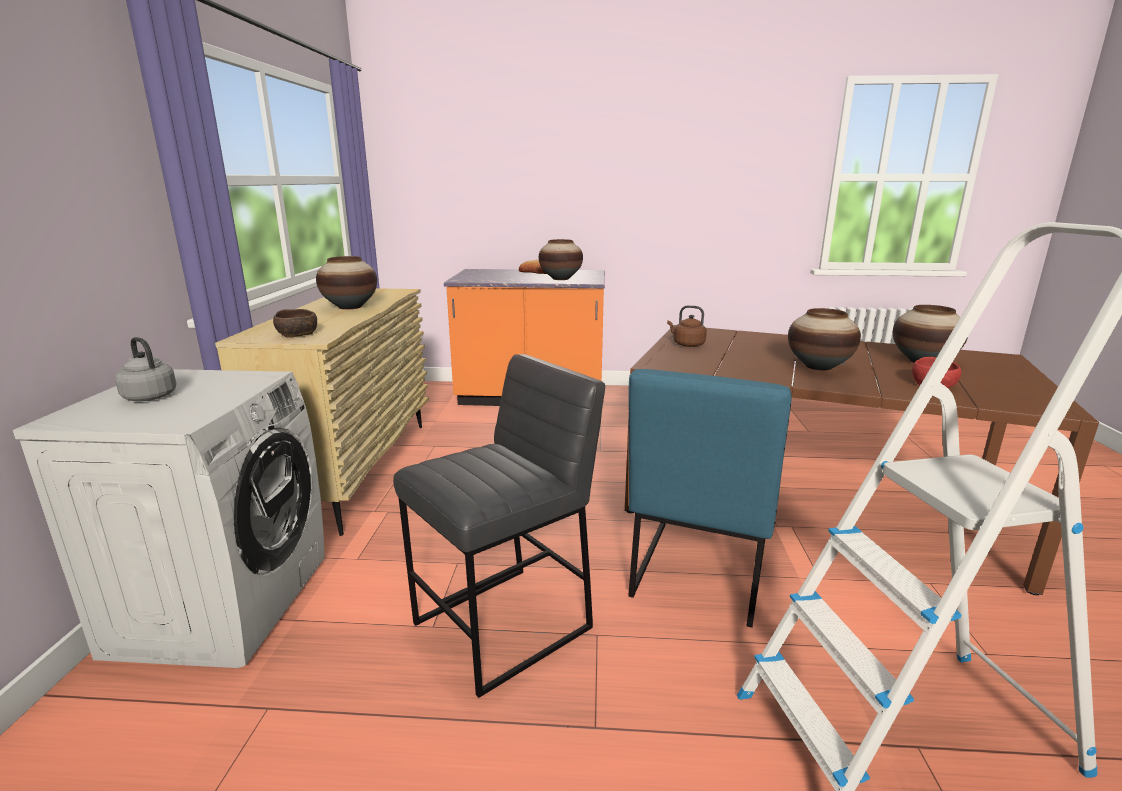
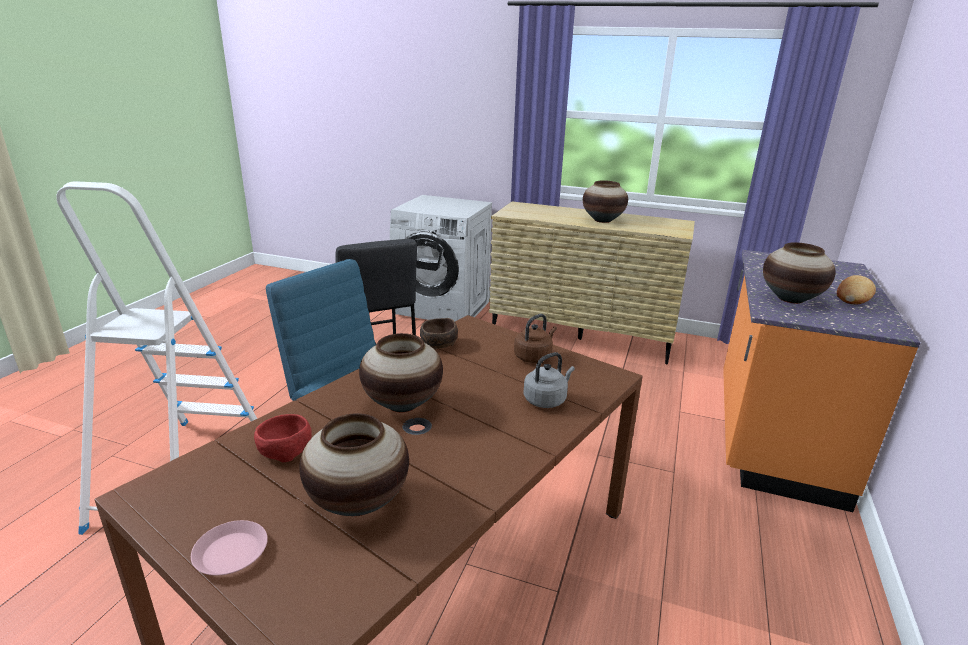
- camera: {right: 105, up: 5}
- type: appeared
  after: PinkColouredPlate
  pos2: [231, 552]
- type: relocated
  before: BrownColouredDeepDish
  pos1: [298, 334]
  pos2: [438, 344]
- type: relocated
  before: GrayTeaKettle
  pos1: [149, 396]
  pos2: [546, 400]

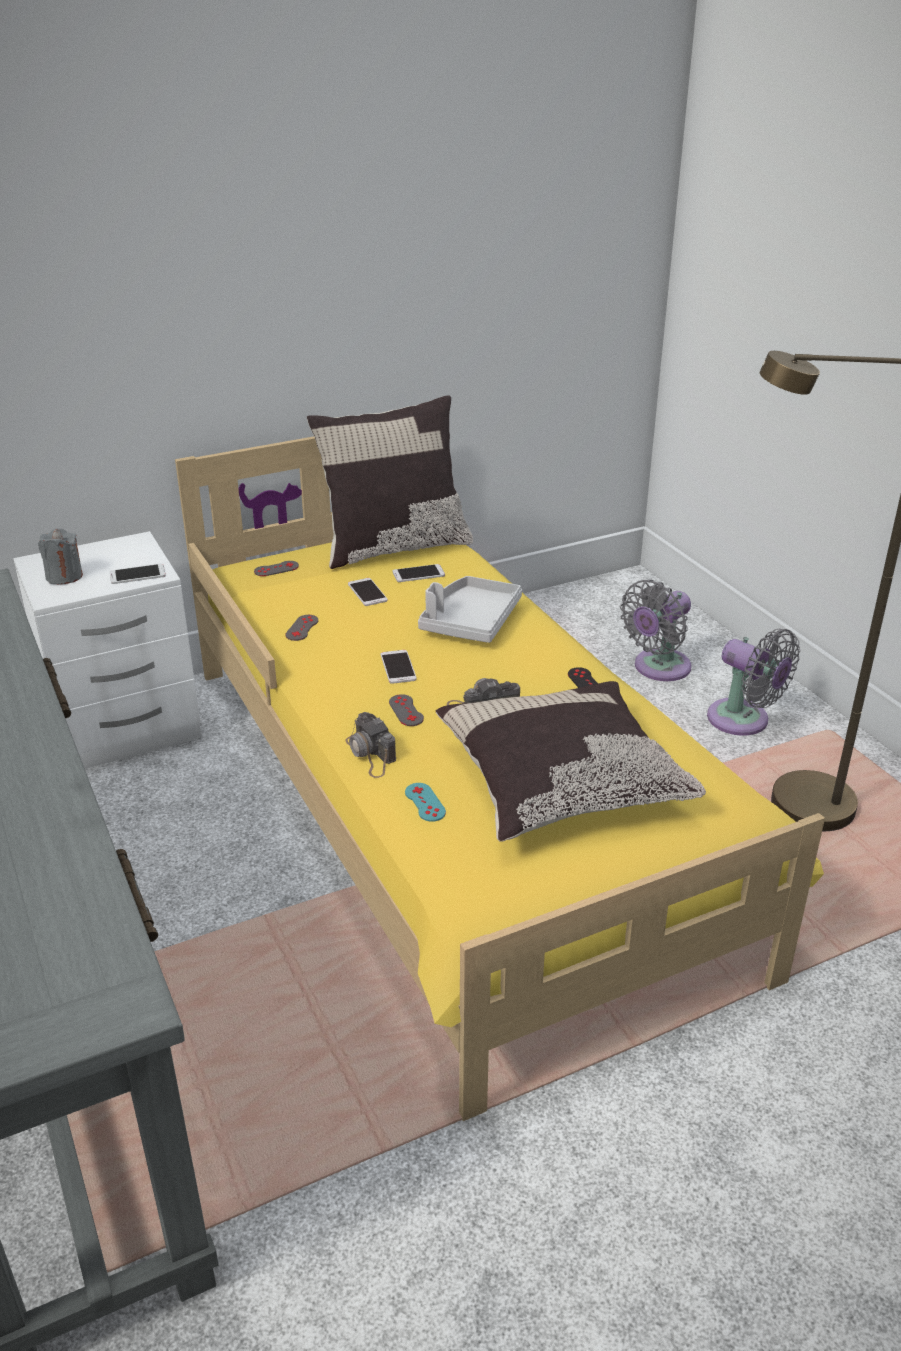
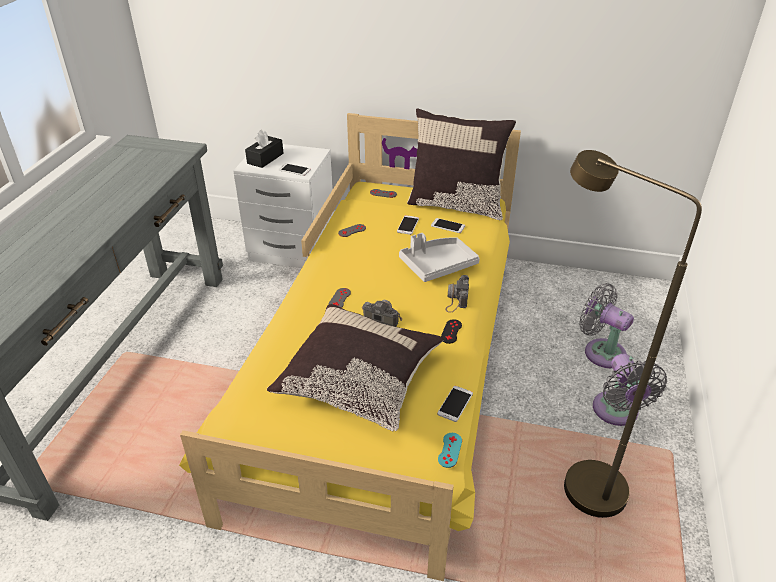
- camera: {right: 40, up: 5}
- type: exchanged
  before: GrayCandle
  after: BlackColouredTissueHolder
  pos1: [64, 576]
  pos2: [265, 158]
- type: relocated
  before: Handset
  pos1: [398, 667]
  pos2: [455, 404]
- type: relocated
  before: TurquoiseColouredGameController
  pos1: [425, 802]
  pos2: [450, 450]
- type: relocated
  before: PhotoCamera
  pos1: [370, 754]
  pos2: [456, 299]
- type: spun
  before: GrayElectricFan
  pos1: [658, 668]
  pos2: [601, 351]
  turn: 45

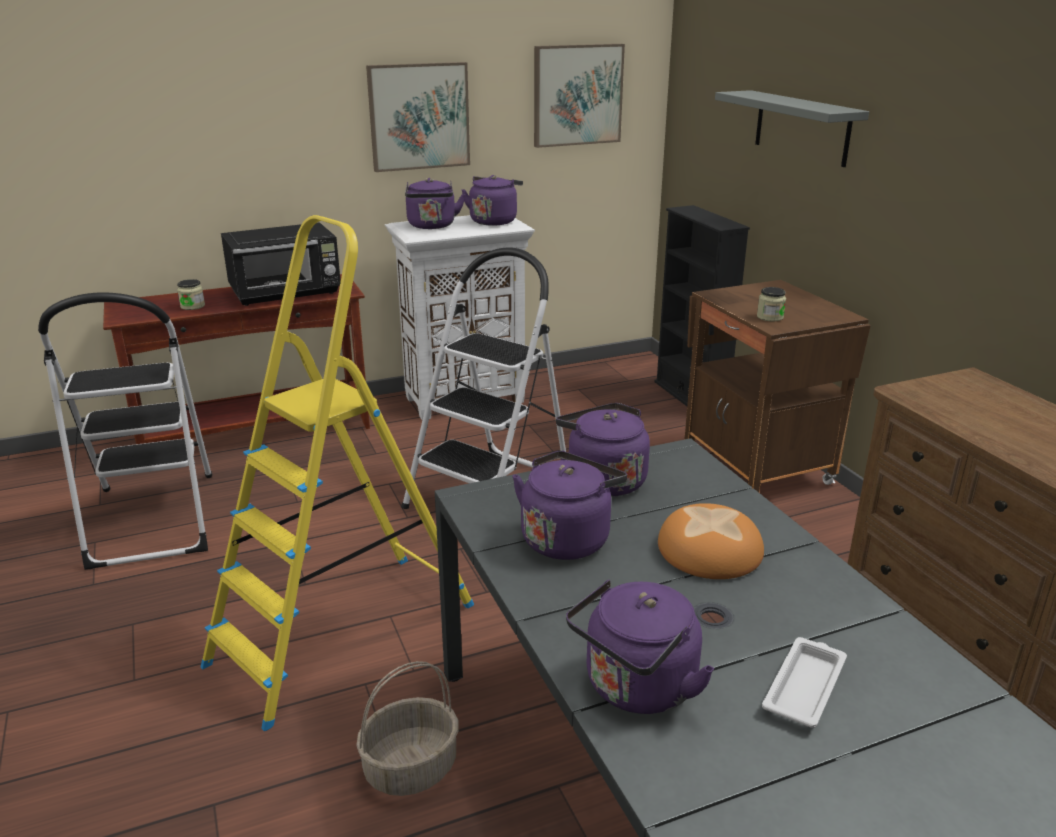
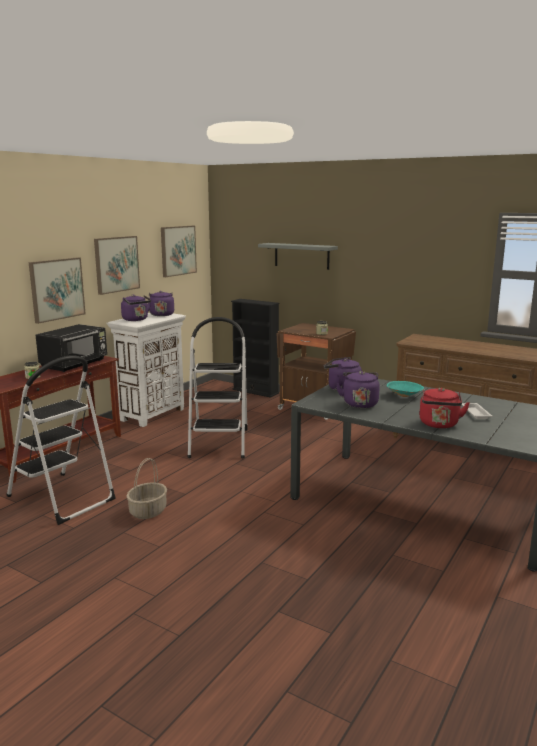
- camera: {right: -35, up: -10}
- type: appeared
  after: WallArt
  pos2: [57, 289]
- type: relocated
  before: HouseholdBasket
  pos1: [411, 767]
  pos2: [148, 511]
- type: exchanged
  before: Bread
  after: TurquoiseColouredDeepDish
  pos1: [710, 551]
  pos2: [405, 395]
- type: colour
  before: PurplishTeaKettle
  after: ReddishTeaKettle
  pos1: [636, 689]
  pos2: [439, 425]
- type: missing
  before: YellowishStepStool
  pos1: [342, 635]

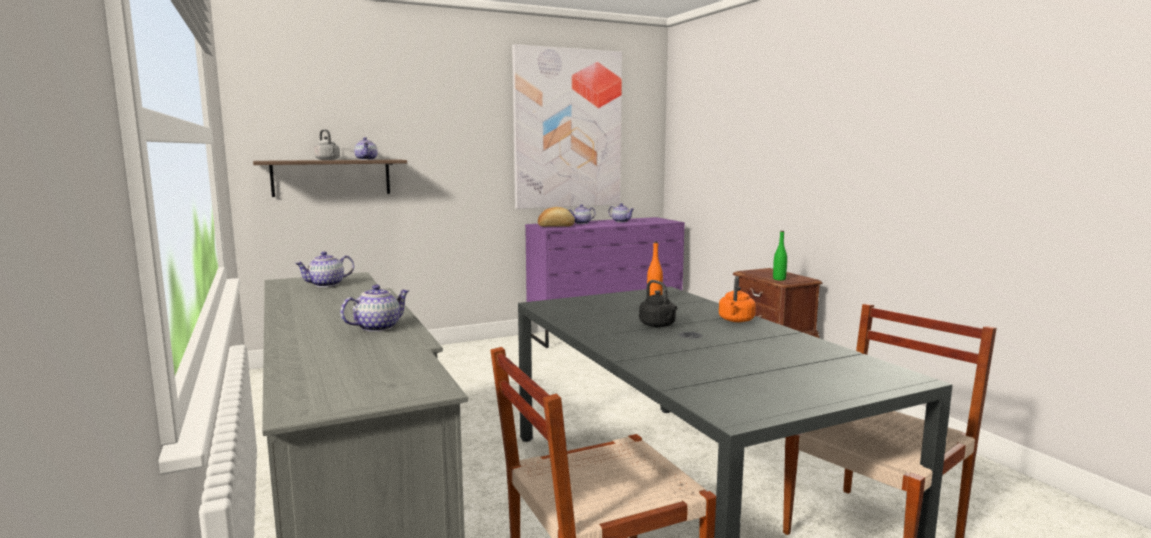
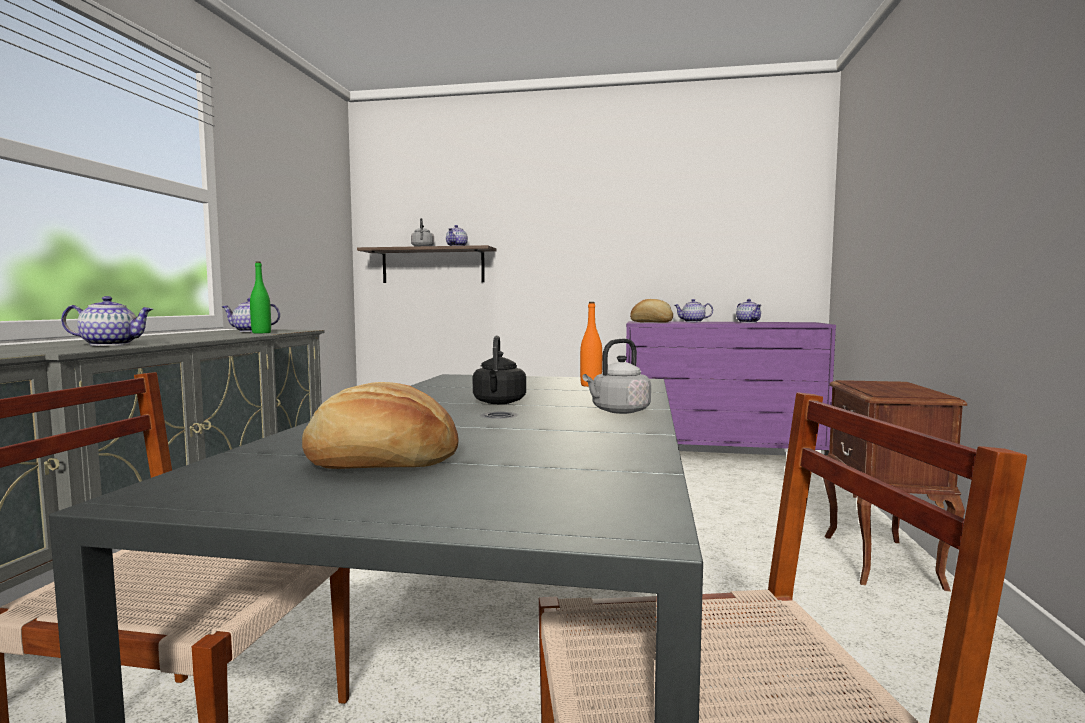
- camera: {right: 35, up: -5}
- type: relocated
  before: GreenishBottle
  pos1: [779, 279]
  pos2: [261, 333]
- type: appeared
  after: Bread
  pos2: [381, 463]
- type: colour
  before: OrangeyTeaKettle
  after: GrayTeaKettle
  pos1: [736, 320]
  pos2: [618, 411]
- type: missing
  before: WallArt
  pos1: [568, 129]

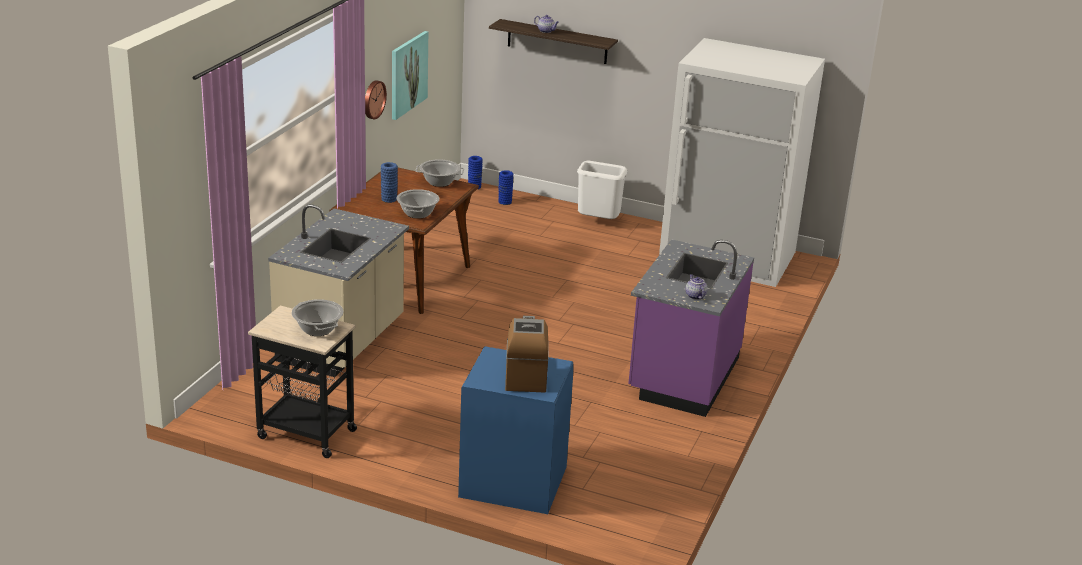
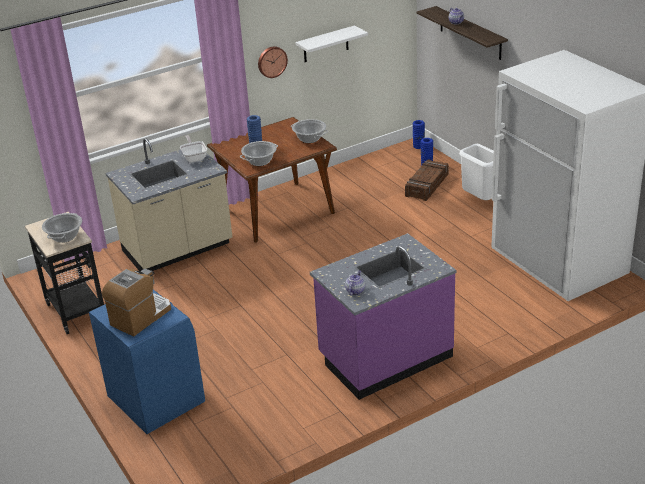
- camera: {right: 40, up: 5}
- type: appeared
  after: Pan
  pos2: [194, 157]
- type: exchanged
  before: WallArt
  after: WhitishBracketShelf
  pos1: [408, 74]
  pos2: [325, 44]
- type: appeared
  after: Crate
  pos2: [427, 185]

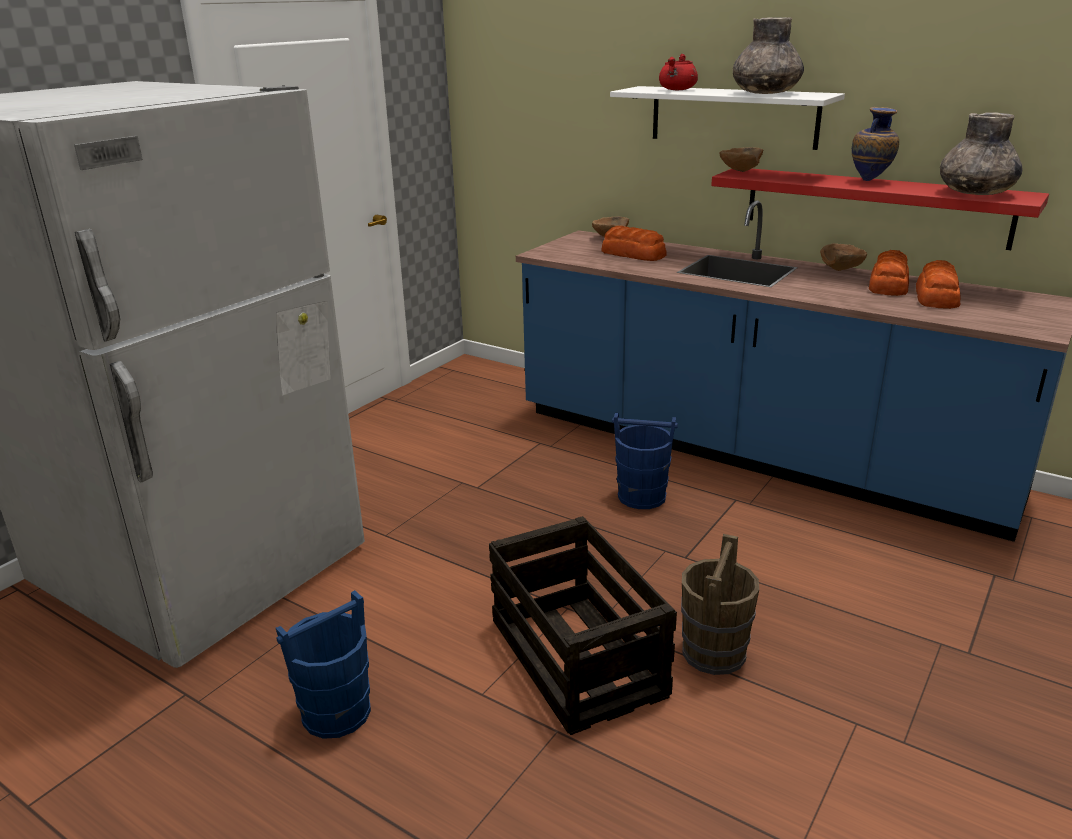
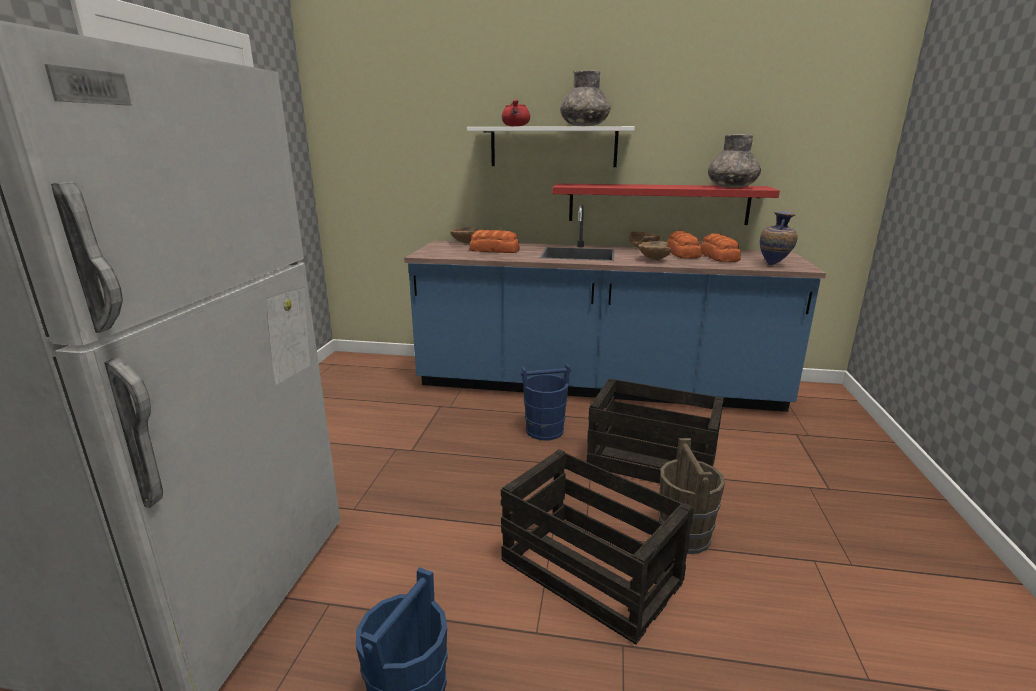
- camera: {right: -25, up: -5}
- type: appeared
  after: Crate
  pos2: [653, 461]
- type: relocated
  before: BrownColouredDeepDish
  pos1: [738, 171]
  pos2: [653, 260]
- type: relocated
  before: Vase
  pos1: [870, 181]
  pos2: [774, 265]

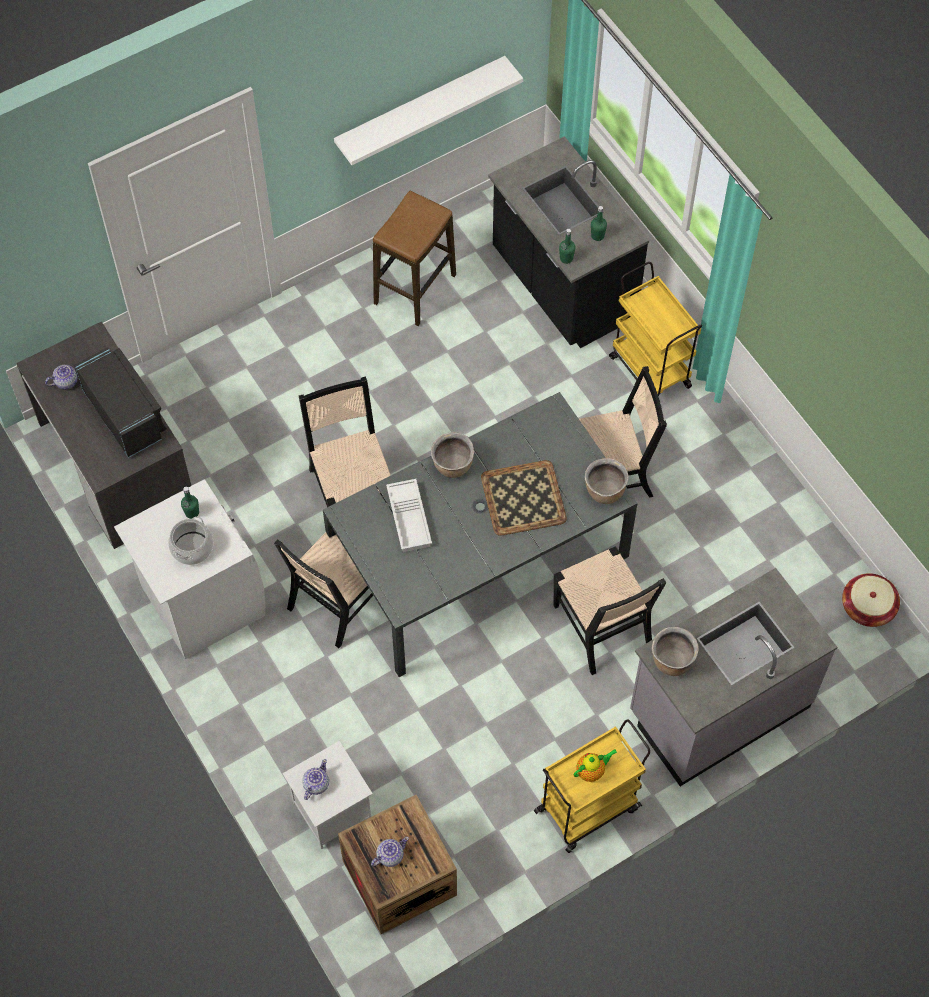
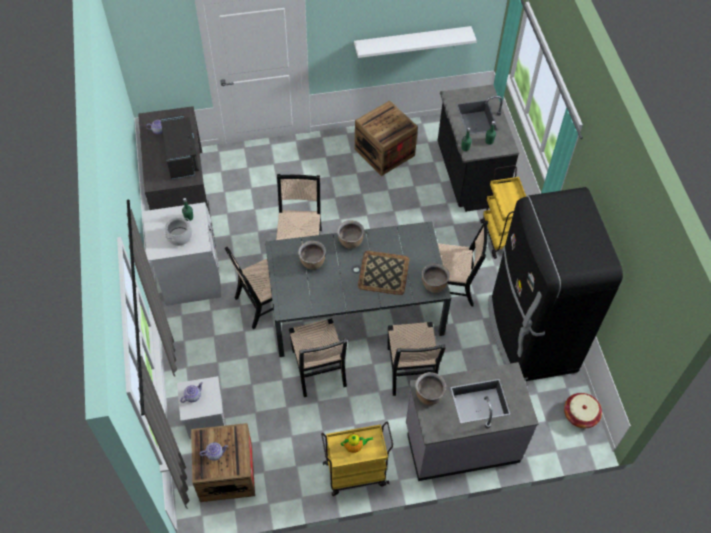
- camera: {right: 20, up: -5}
- type: appeared
  after: UprightChair
  pos2: [318, 369]
- type: exchanged
  before: WhitishServingTray
  after: BrownColouredStockpot
  pos1: [410, 518]
  pos2: [312, 262]
- type: exchanged
  before: SittingStool
  after: Crate
  pos1: [415, 290]
  pos2: [384, 152]
- type: appeared
  after: BlackColouredRefrigerator
  pos2: [530, 336]

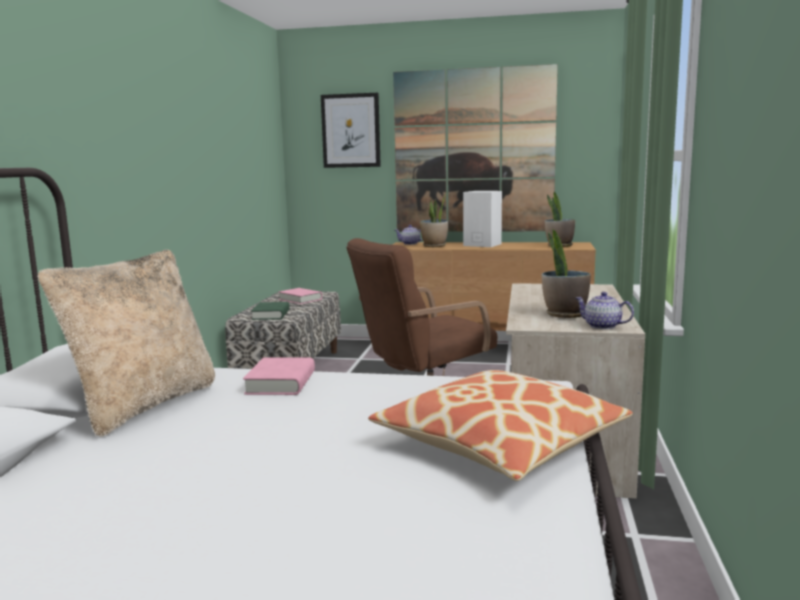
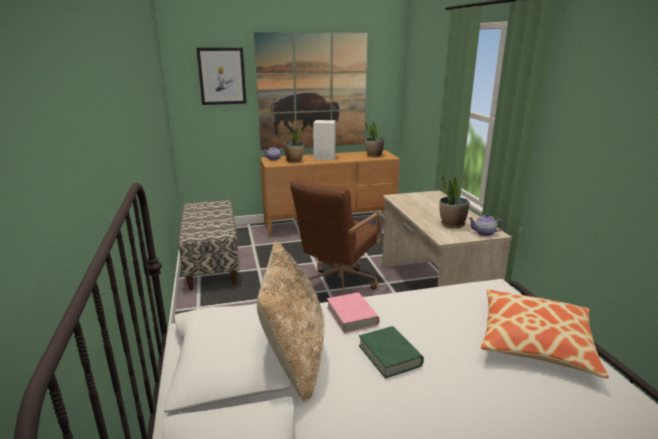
- camera: {right: -25, up: 10}
- type: relocated
  before: GreenishBoundBook
  pos1: [271, 315]
  pos2: [389, 355]
- type: missing
  before: PinkColouredBoundBook
  pos1: [300, 299]

